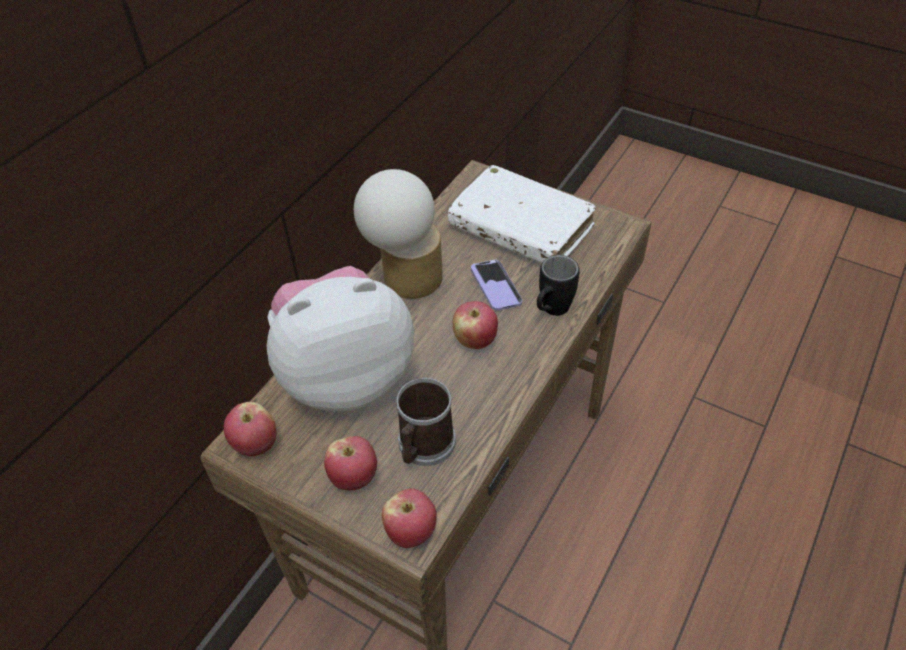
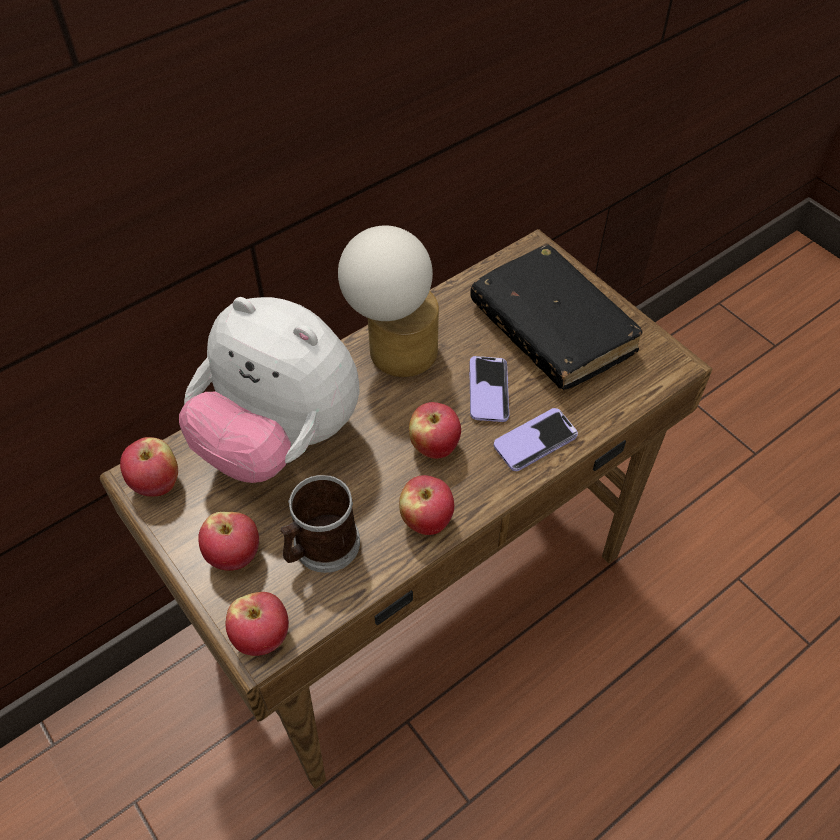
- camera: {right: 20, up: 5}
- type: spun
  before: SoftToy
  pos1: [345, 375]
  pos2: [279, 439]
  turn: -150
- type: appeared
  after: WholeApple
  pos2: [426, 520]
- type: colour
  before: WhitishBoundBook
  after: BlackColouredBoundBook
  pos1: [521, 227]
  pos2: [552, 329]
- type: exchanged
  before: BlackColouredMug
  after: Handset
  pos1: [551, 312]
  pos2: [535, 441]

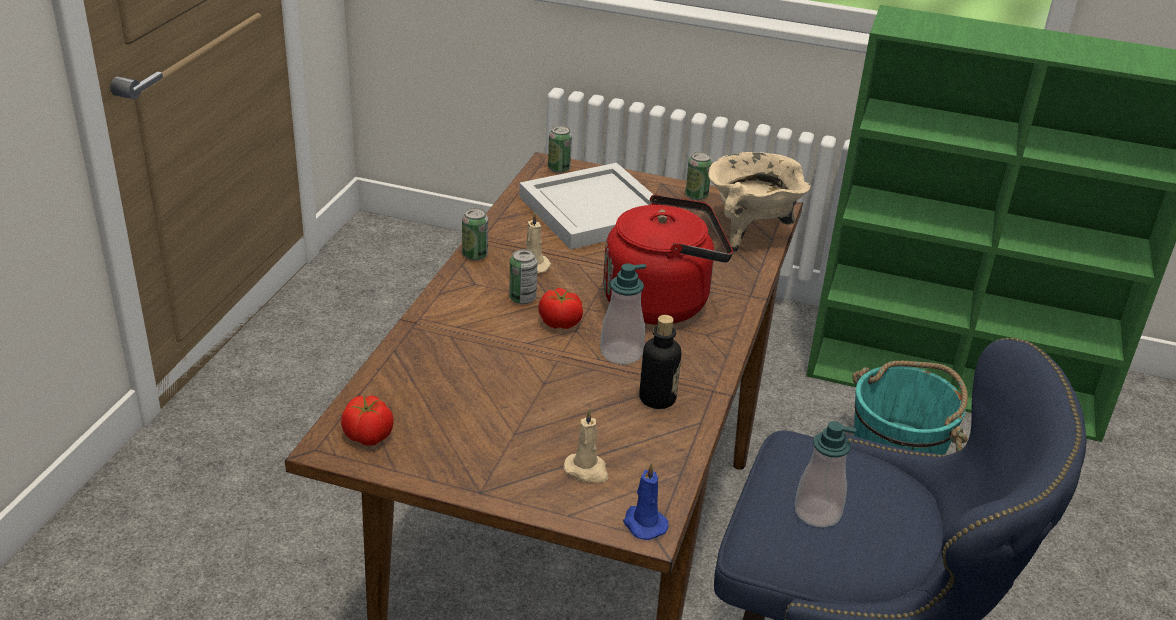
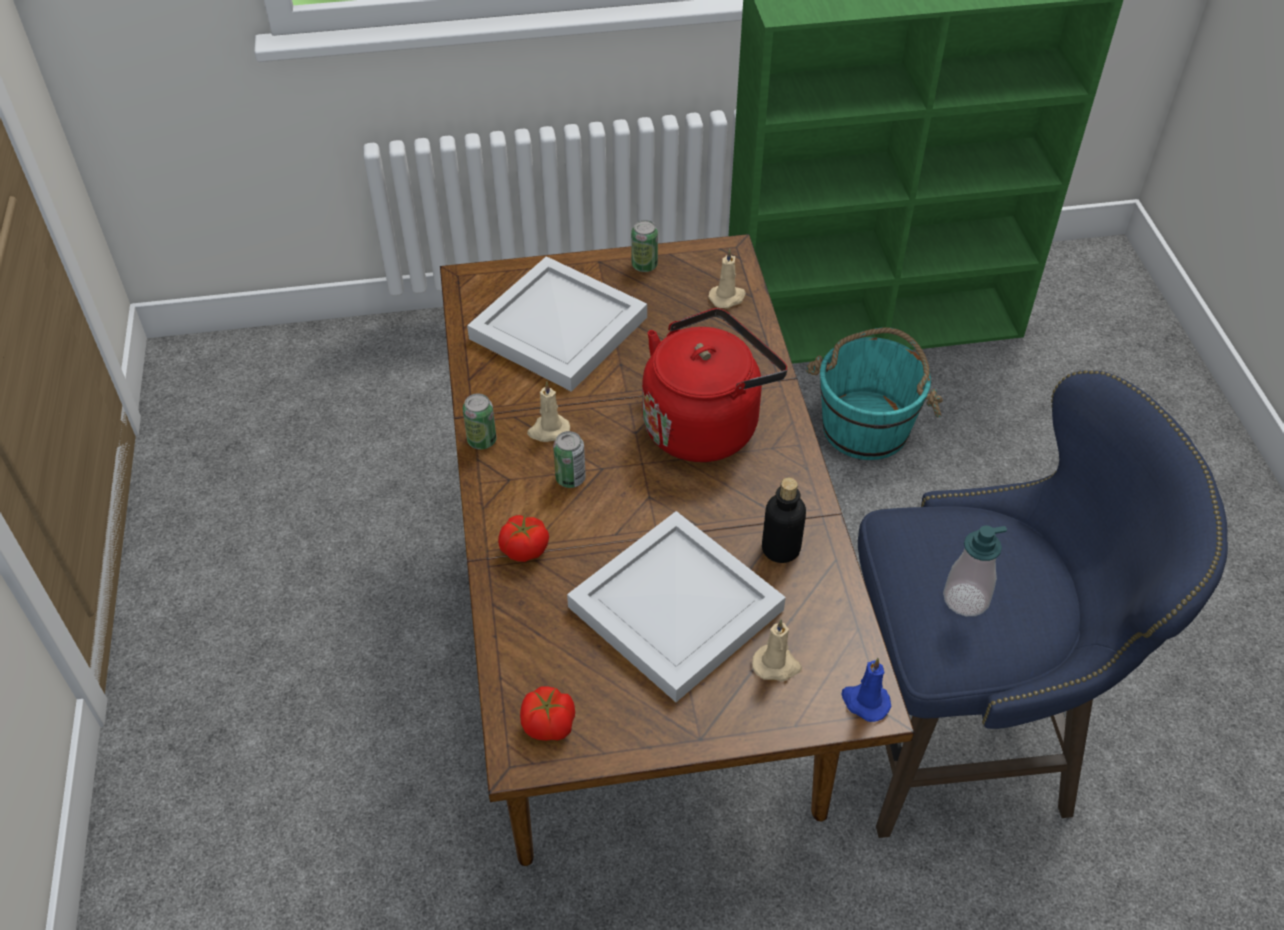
- camera: {right: -25, up: 15}
- type: relocated
  before: FreshTomato
  pos1: [560, 323]
  pos2: [524, 550]
- type: appeared
  after: WhitishServingTray
  pos2: [672, 608]
- type: exchanged
  before: SandColouredStockpot
  after: SandColouredCandle
  pos1: [750, 234]
  pos2: [728, 297]
- type: missing
  before: MetalCan
  pos1: [559, 168]
- type: missing
  before: LiquidSoapBottle
  pos1: [621, 353]

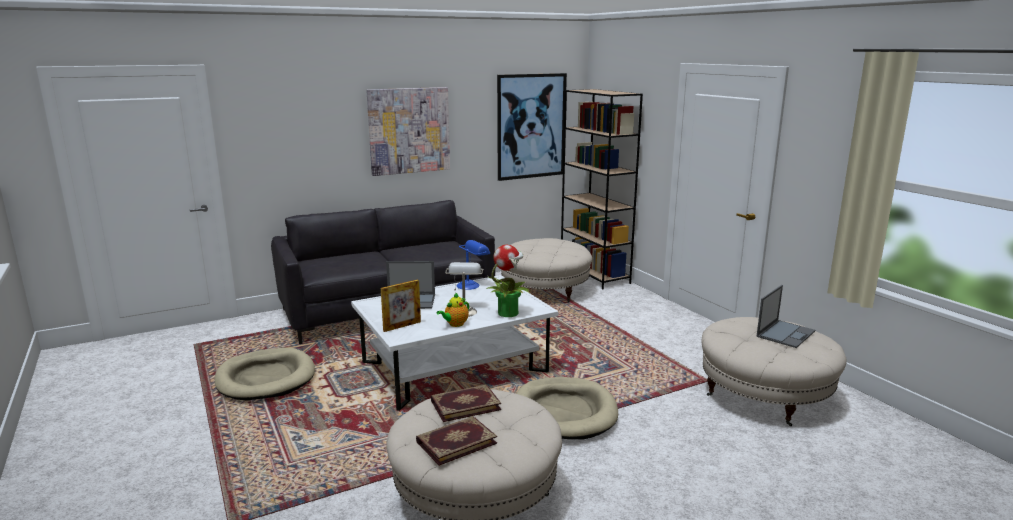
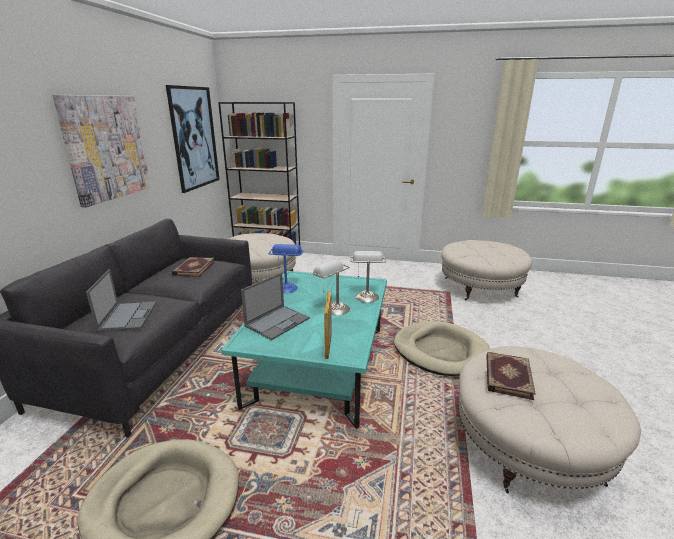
- camera: {right: -50, up: 5}
- type: relocated
  before: PortableComputer
  pos1: [785, 333]
  pos2: [128, 316]
- type: relocated
  before: BoundBook
  pos1: [456, 442]
  pos2: [193, 268]
- type: colour
  before: WhitishLoungeTable
  after: TurquoiseColouredLoungeTable
  pos1: [454, 367]
  pos2: [318, 365]
- type: exchanged
  before: Houseplant
  after: WhitishTableLamp
  pos1: [508, 313]
  pos2: [366, 294]
- type: missing
  before: Teapot
  pos1: [455, 324]

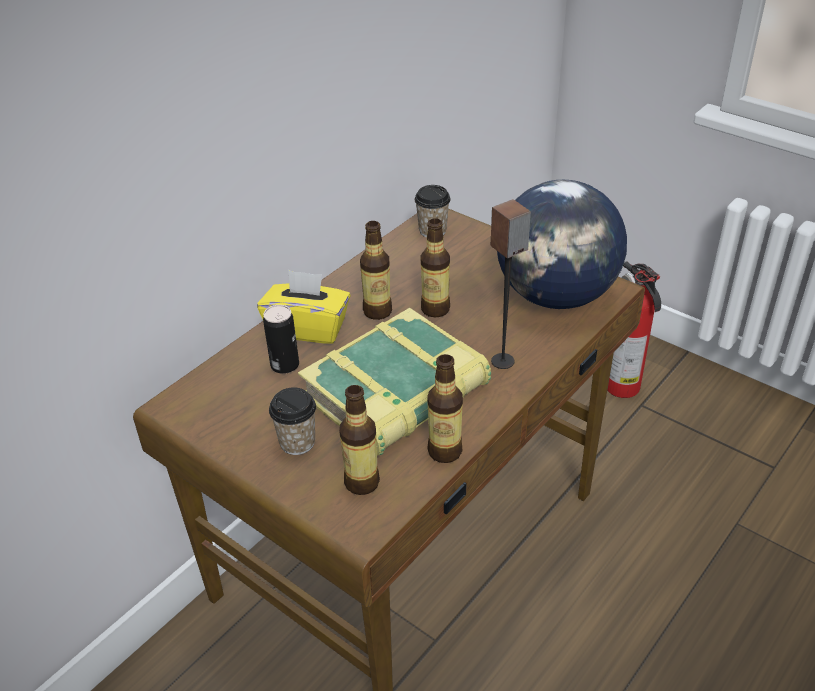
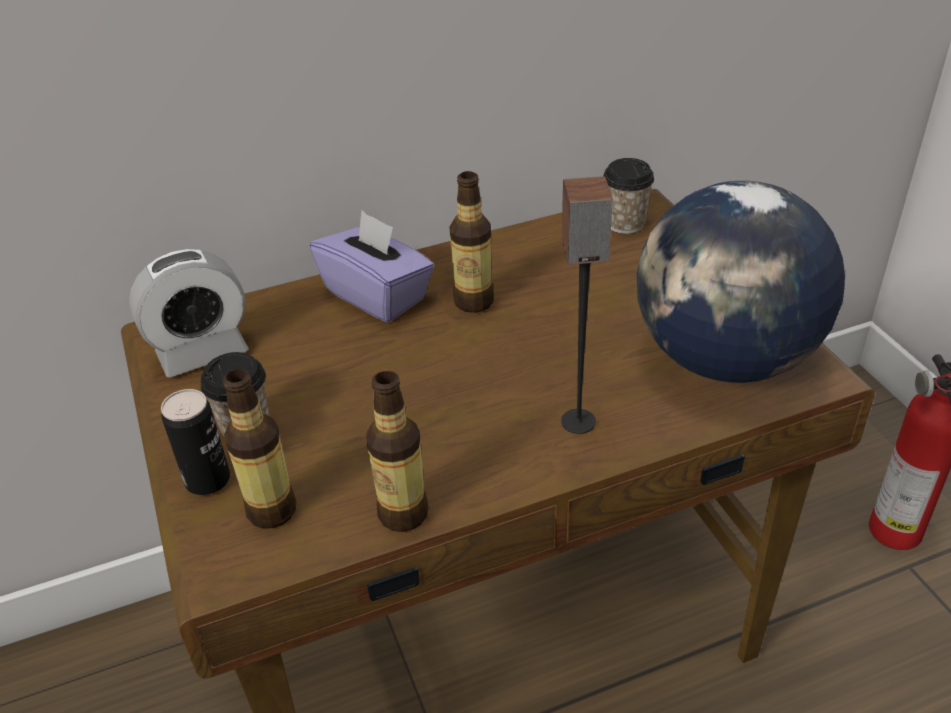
- camera: {right: 30, up: 0}
- type: appeared
  after: AlarmClock
  pos2: [202, 352]
- type: relocated
  before: MetalCan
  pos1: [285, 365]
  pos2: [208, 480]
- type: colour
  before: YellowishTissueHolder
  after: PurplishTissueHolder
  pos1: [308, 328]
  pos2: [377, 295]
- type: missing
  before: BoundBook
  pos1: [397, 393]
- type: missing
  before: Bottle
  pos1: [435, 309]

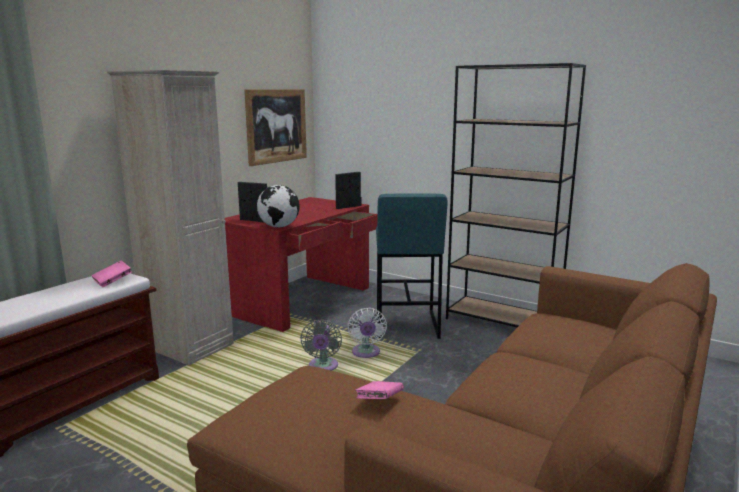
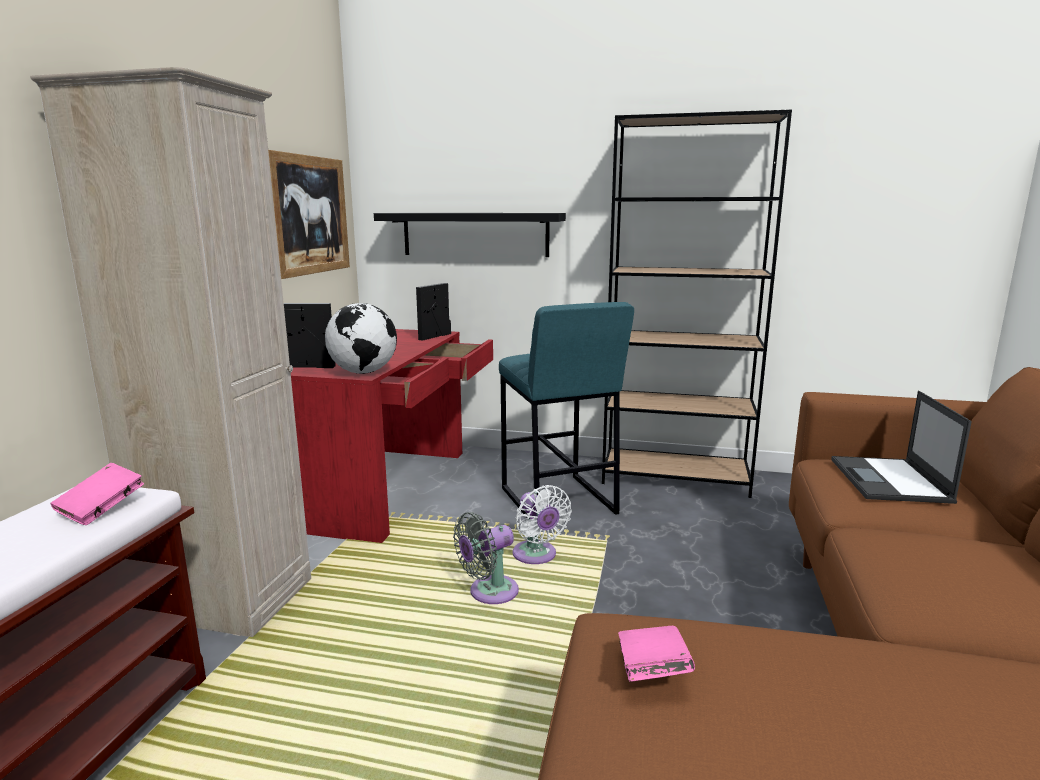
- camera: {right: -20, up: 0}
- type: appeared
  after: BlackColouredBracketShelf
  pos2: [475, 234]
- type: spun
  before: GrayElectricFan
  pos1: [322, 367]
  pos2: [489, 592]
  turn: 75
- type: relocated
  before: PinkColouredBoundBook
  pos1: [379, 401]
  pos2: [652, 672]
- type: appeared
  after: PortableComputer
  pos2: [890, 481]

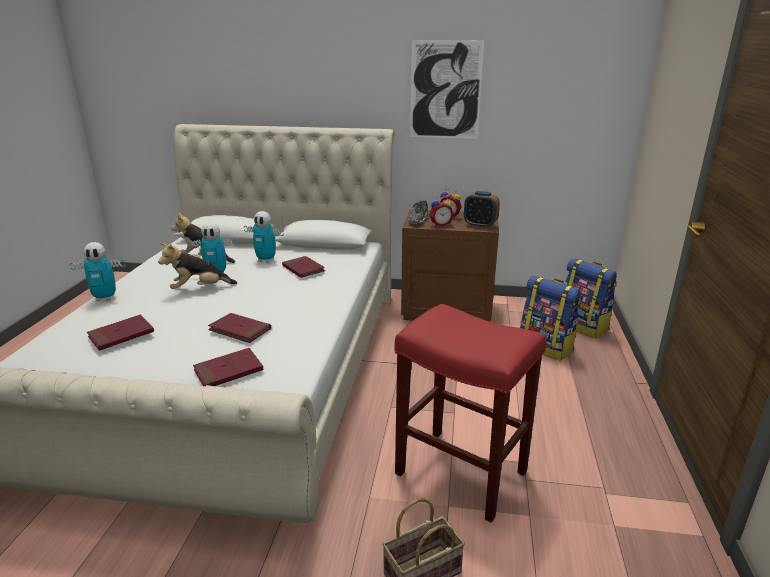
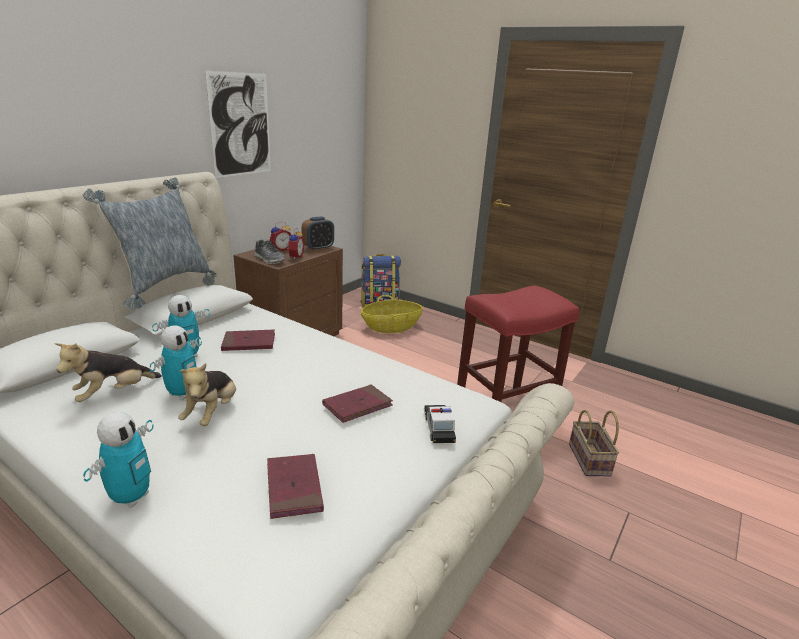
- camera: {right: -65, up: 0}
- type: appeared
  after: ThrowPillow
  pos2: [163, 294]
- type: exchanged
  before: Knapsack
  after: HouseholdBasket
  pos1: [546, 347]
  pos2: [391, 327]
- type: exchanged
  before: ReddishBoundBook
  after: ToyCar
  pos1: [228, 371]
  pos2: [438, 427]

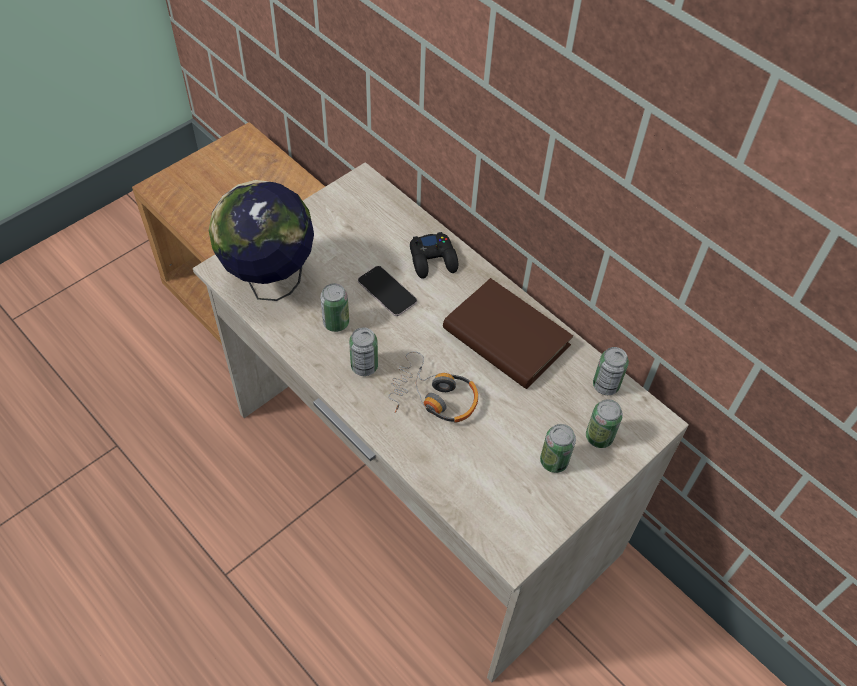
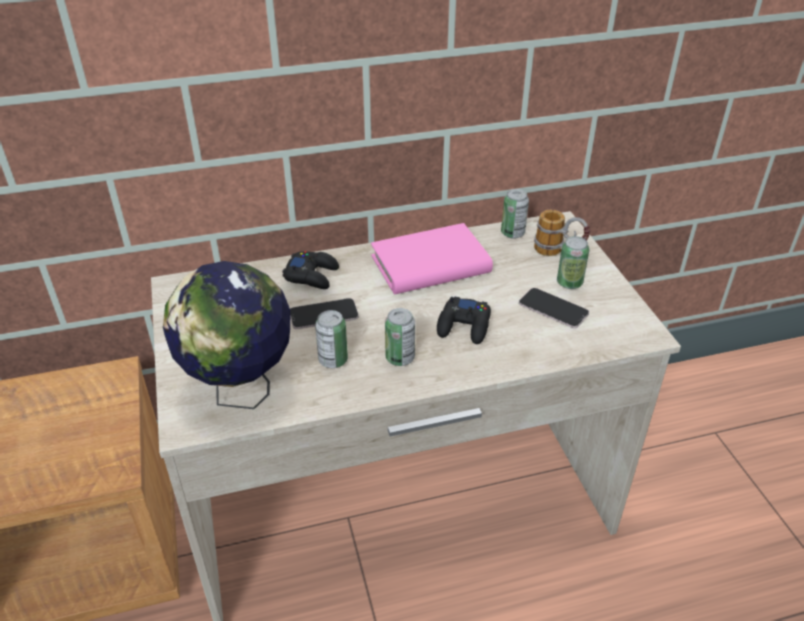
- camera: {right: -60, up: -15}
- type: colour
  before: BrownColouredBoundBook
  after: PinkColouredBoundBook
  pos1: [506, 337]
  pos2: [430, 265]
- type: exchanged
  before: Headphones
  after: BlackColouredGameController
  pos1: [433, 397]
  pos2: [464, 326]
- type: appeared
  after: Handset
  pos2: [553, 308]
- type: exchanged
  before: MetalCan
  after: Mug
  pos1: [599, 437]
  pos2: [559, 253]

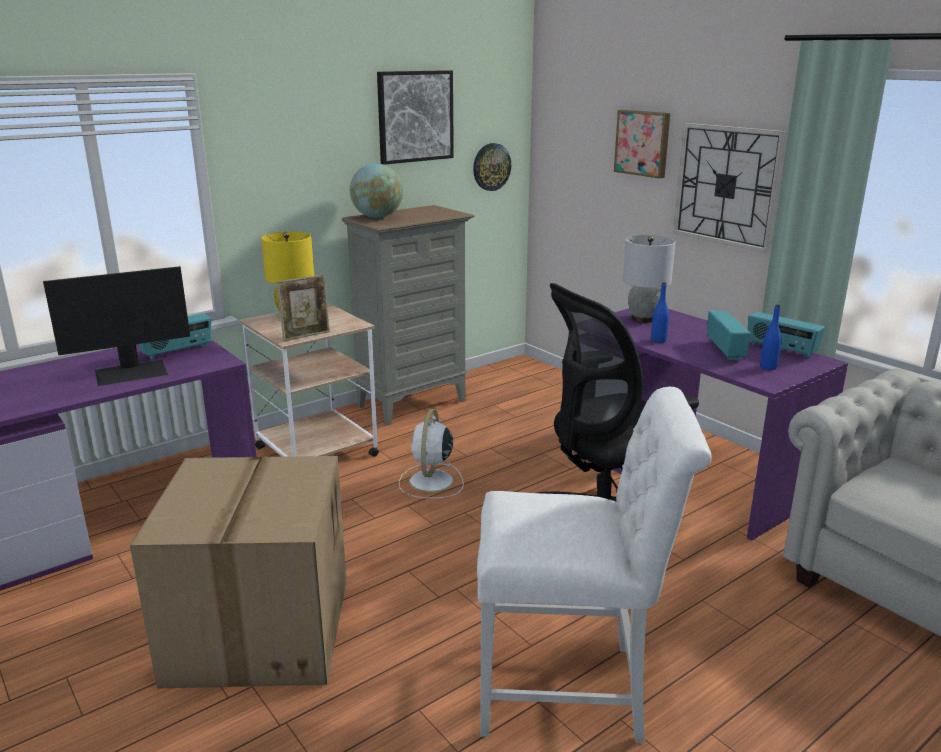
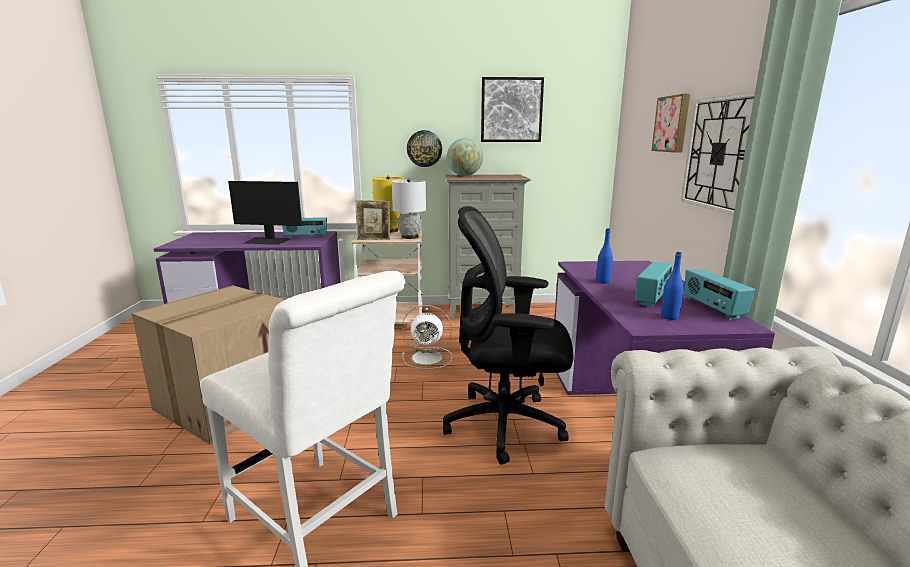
- camera: {right: 35, up: -5}
- type: relocated
  before: WhitishTableLamp
  pos1: [643, 318]
  pos2: [410, 237]
- type: spun
  before: WhitishElectricFan
  pos1: [431, 482]
  pos2: [429, 358]
  turn: -135
- type: relocated
  before: ClockOnTheWall
  pos1: [491, 167]
  pos2: [424, 148]

